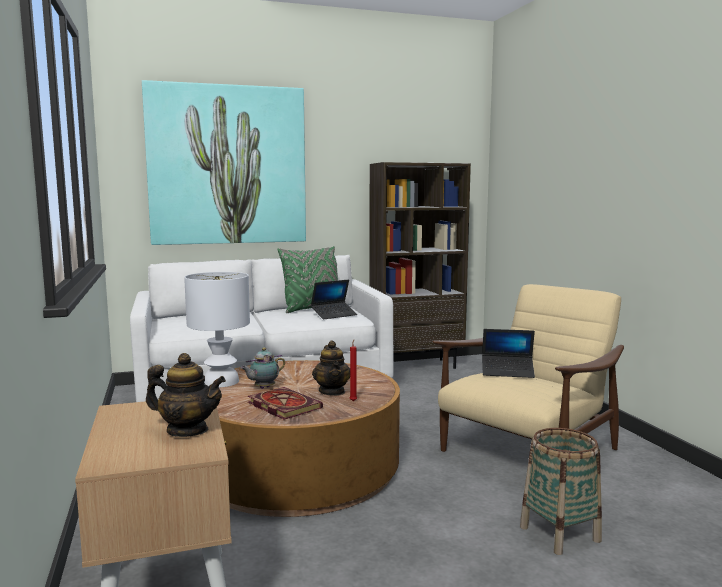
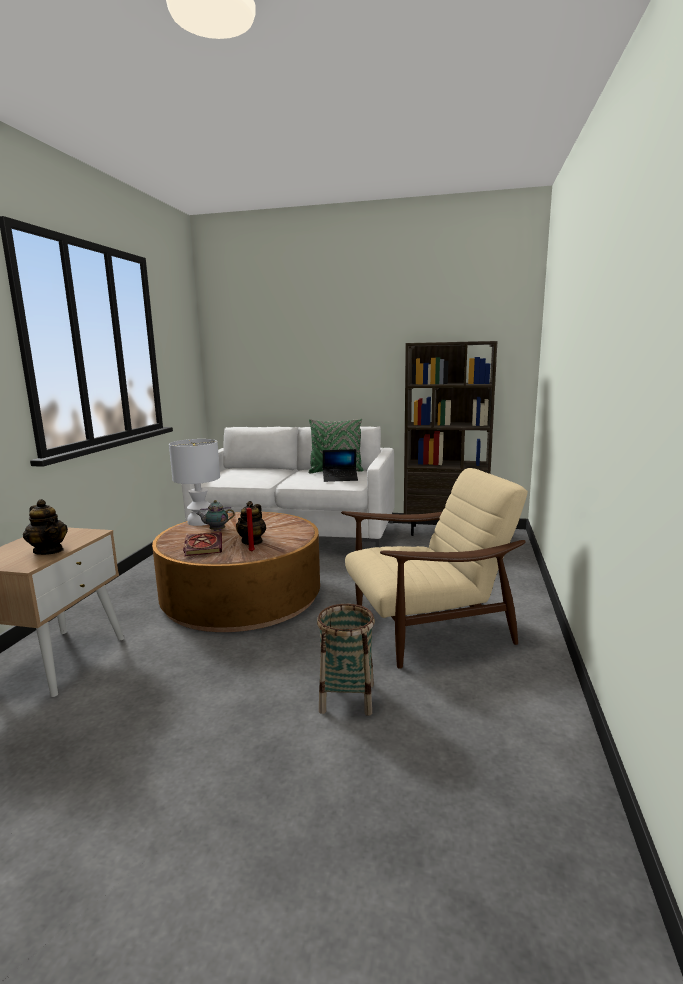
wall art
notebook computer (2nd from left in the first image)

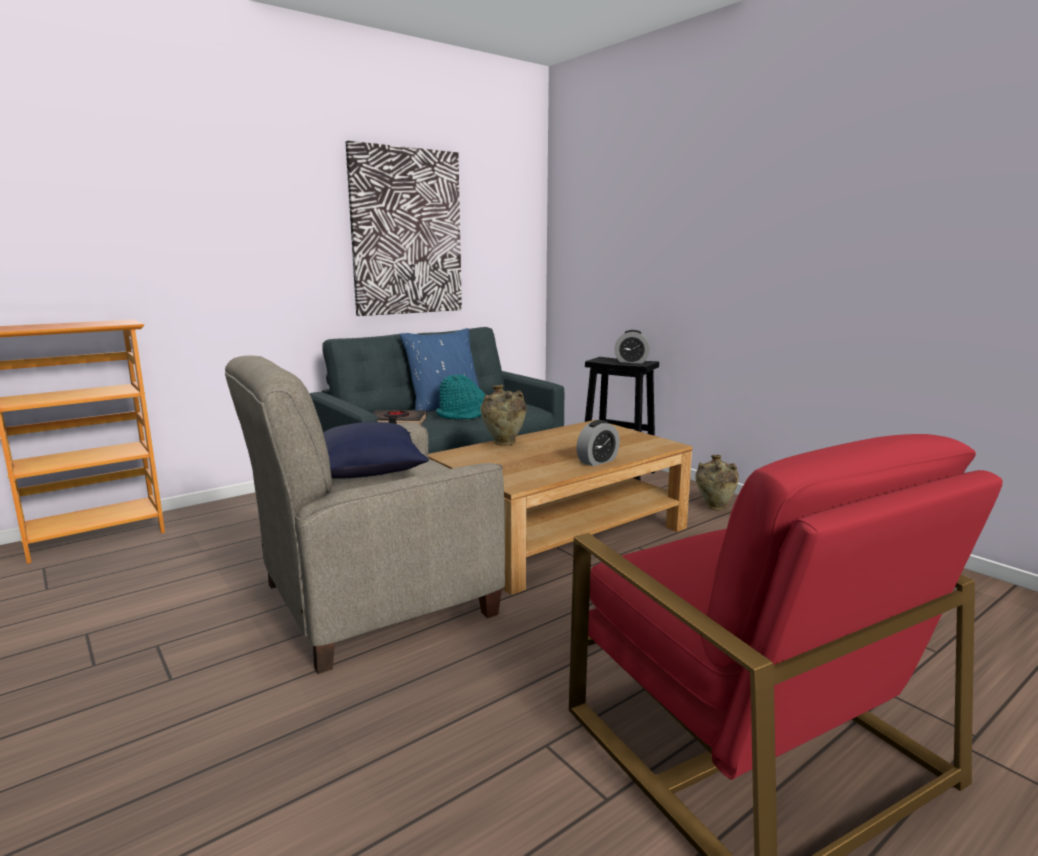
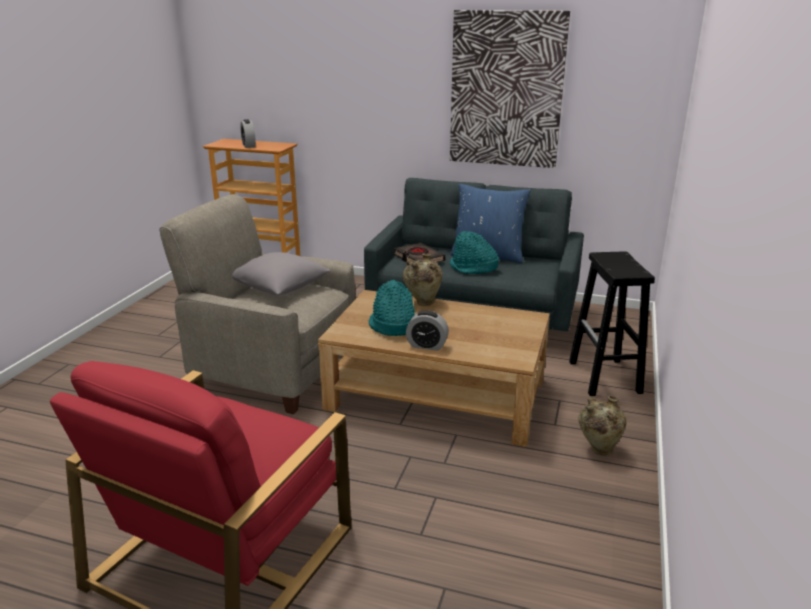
hat in turquoise (1st from left)
bedside clock (1st from left)
cushion in greyish

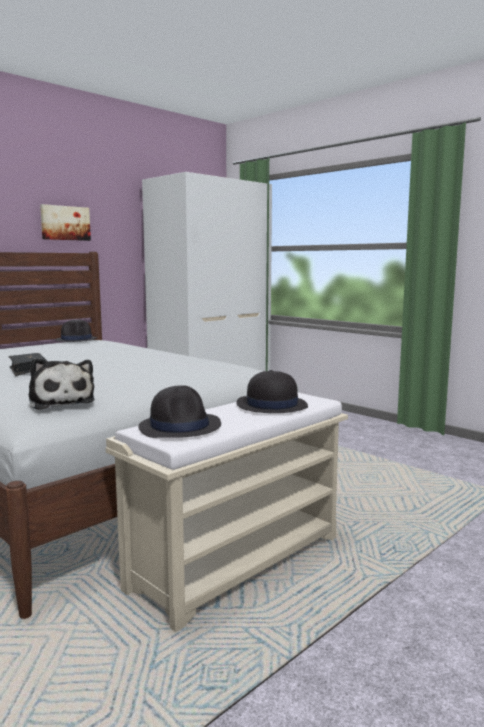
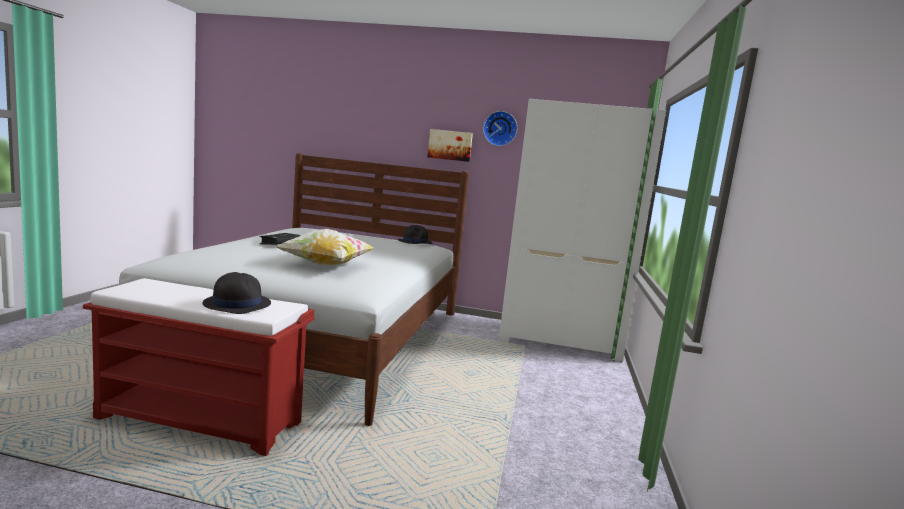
soft toy
hat in black (2nd from left in the first image)
cushion
hanging clock
indoor bench in reddish

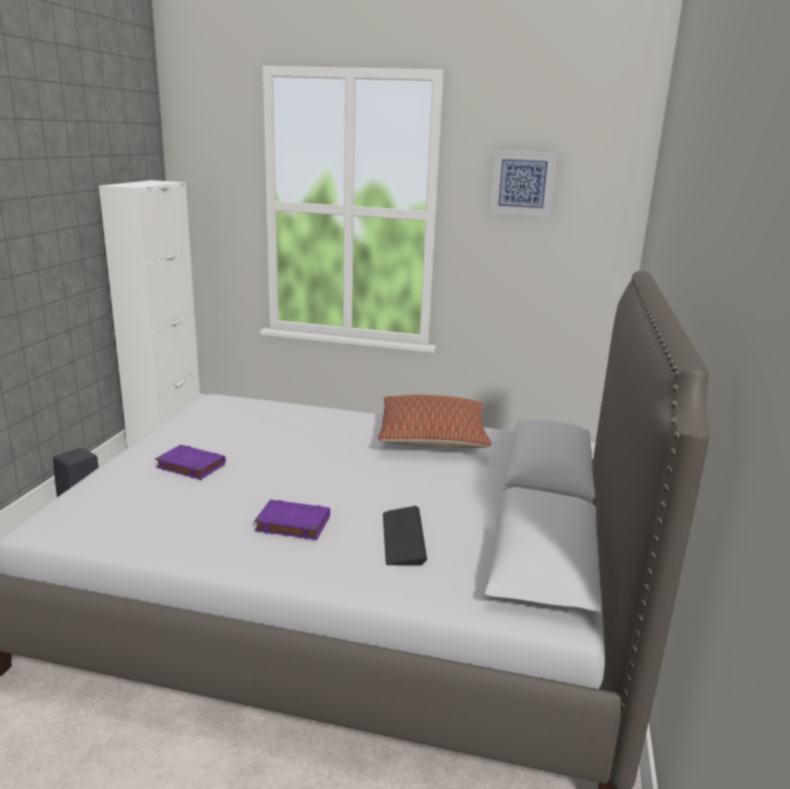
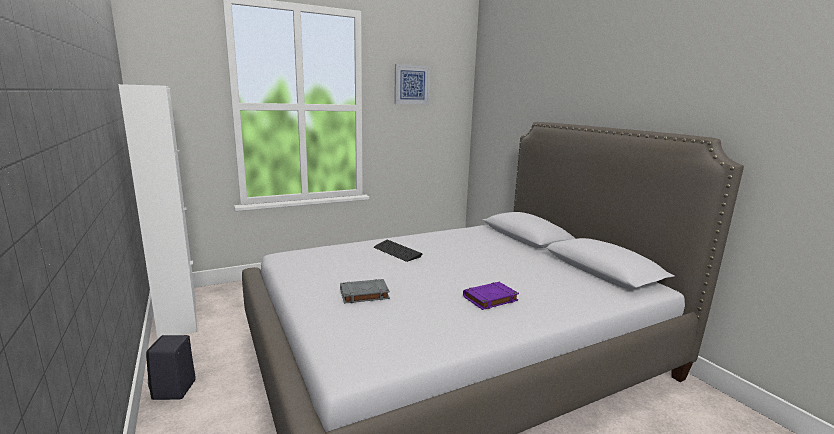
cushion
PC keyboard
book in greyish

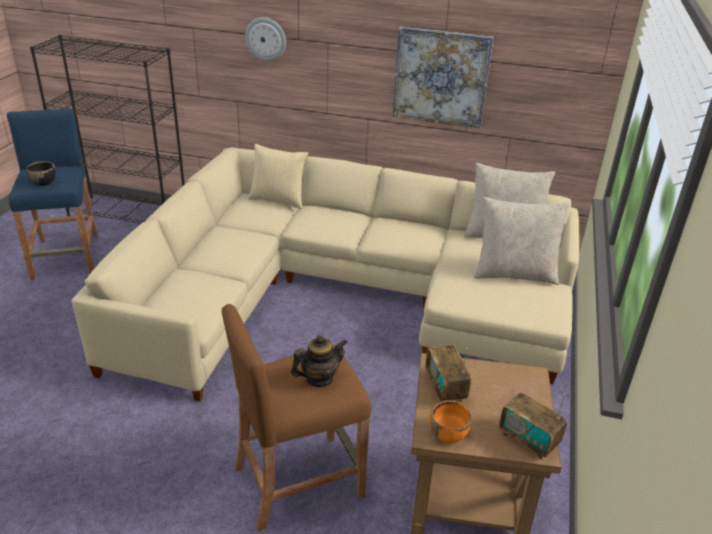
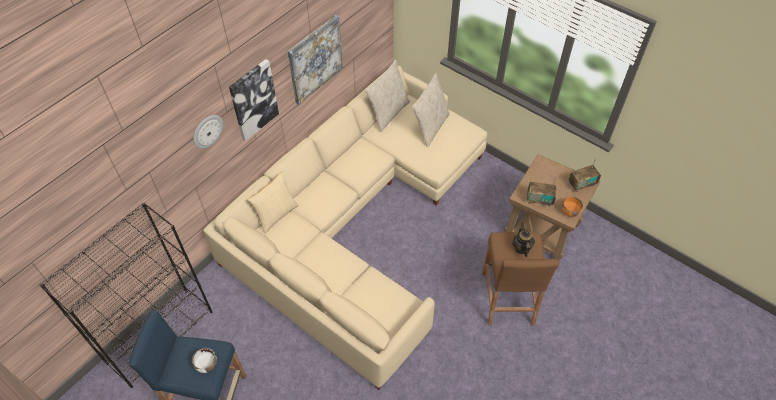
wall art (1st from left)
deep dish in white-coloured

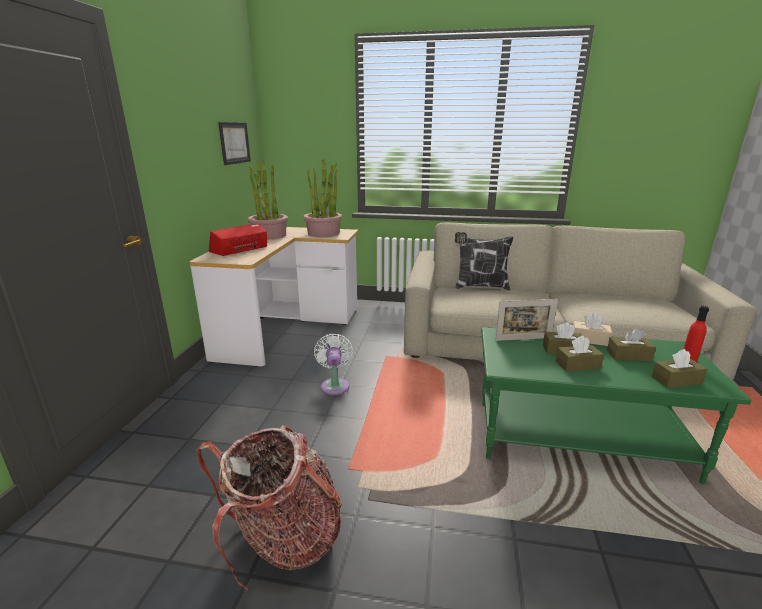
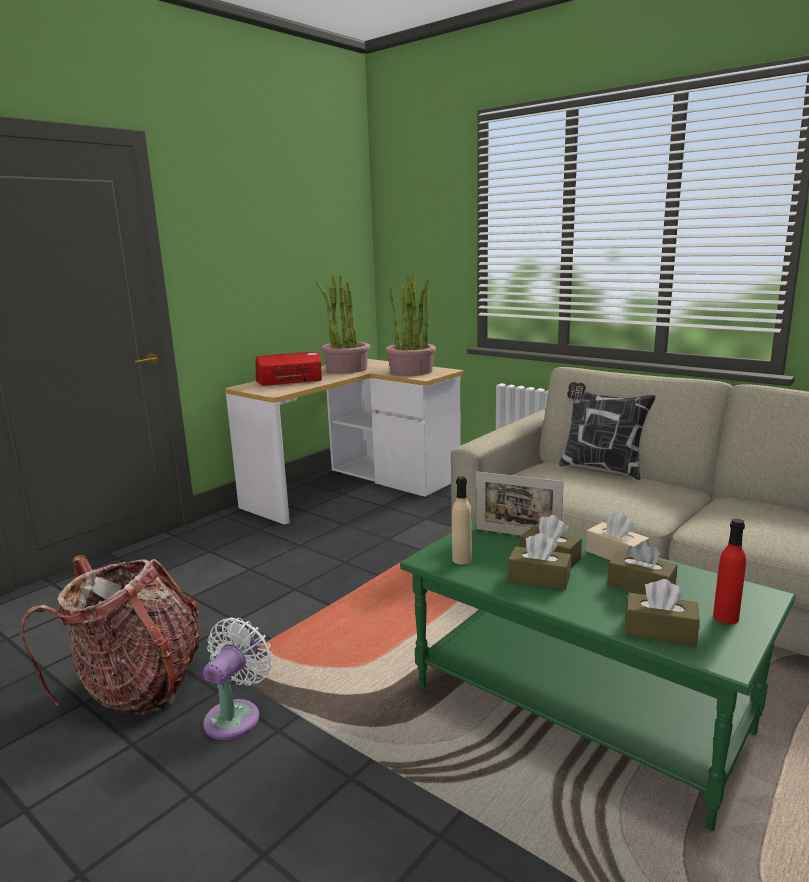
wall art
beverage bottle in beige-coloured
cooling fan in white-coloured

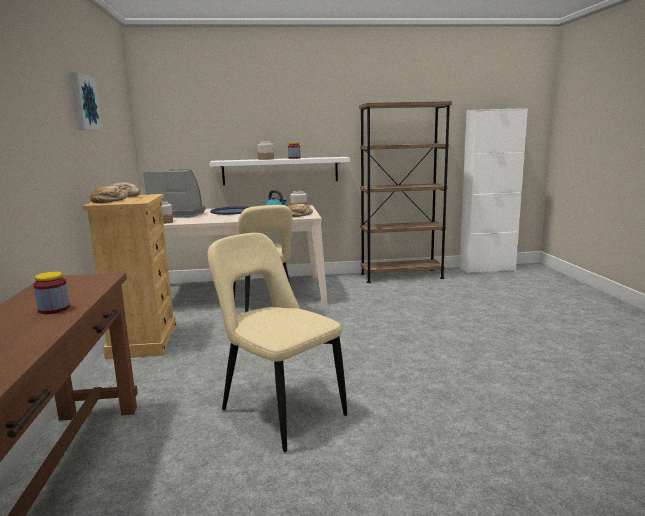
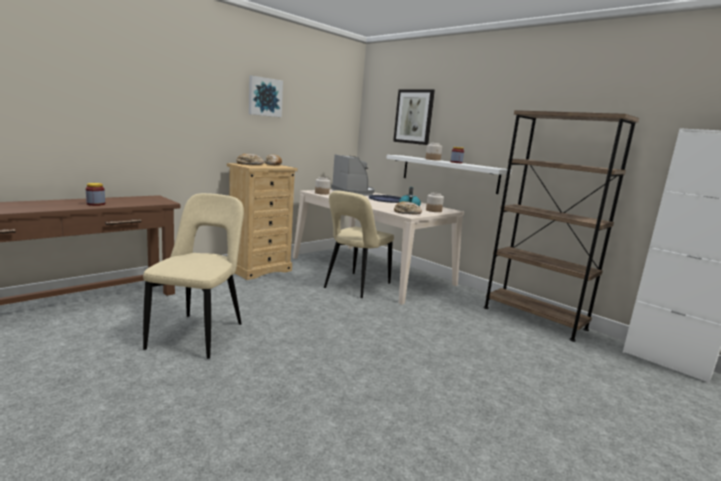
wall art (2nd from left)

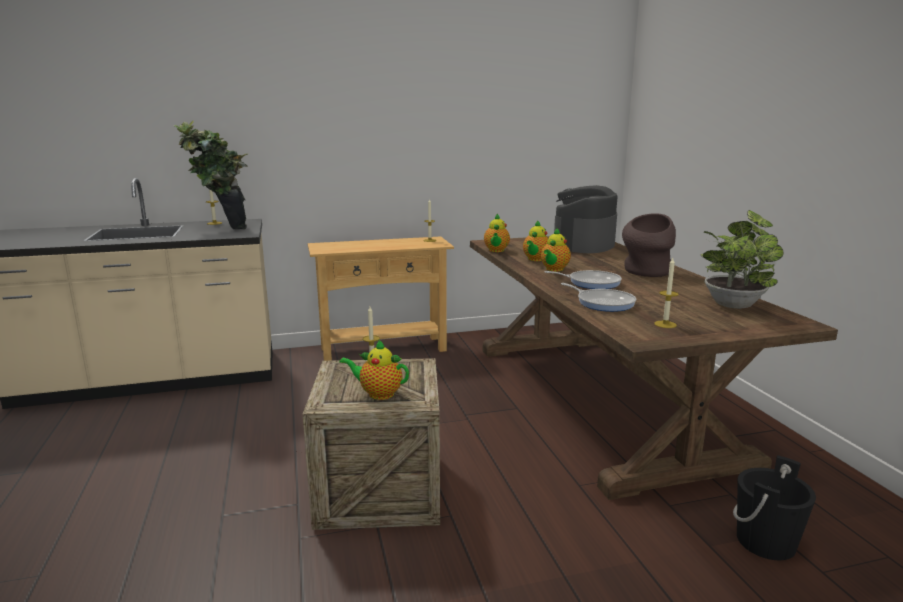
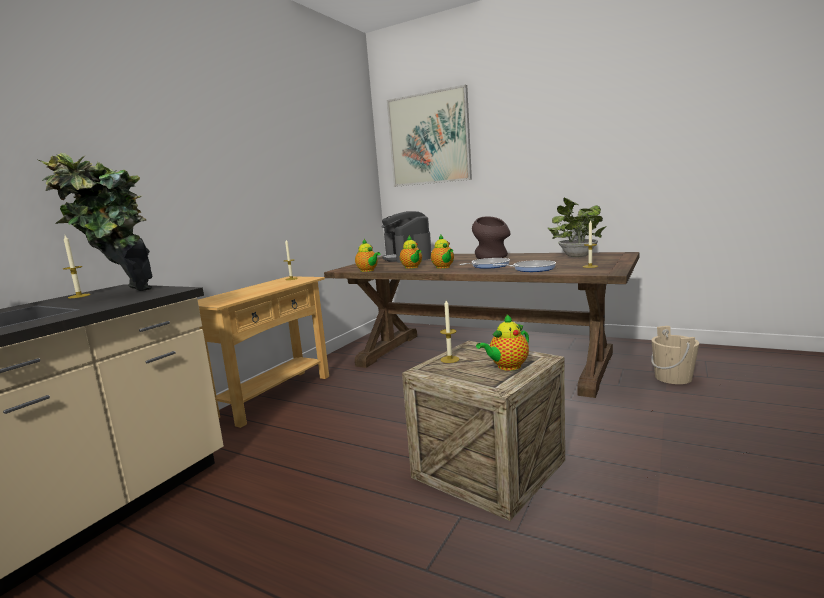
wall art
water bucket in beige-coloured

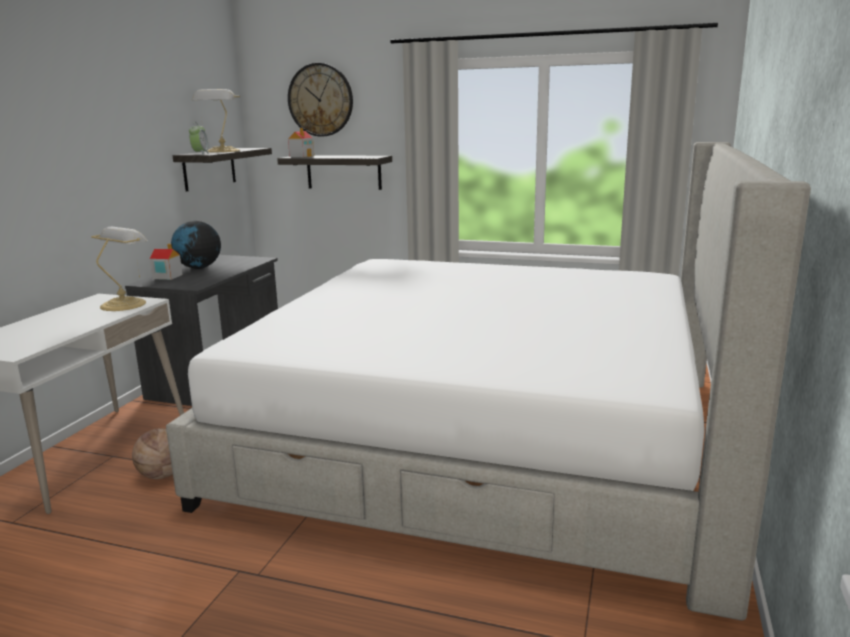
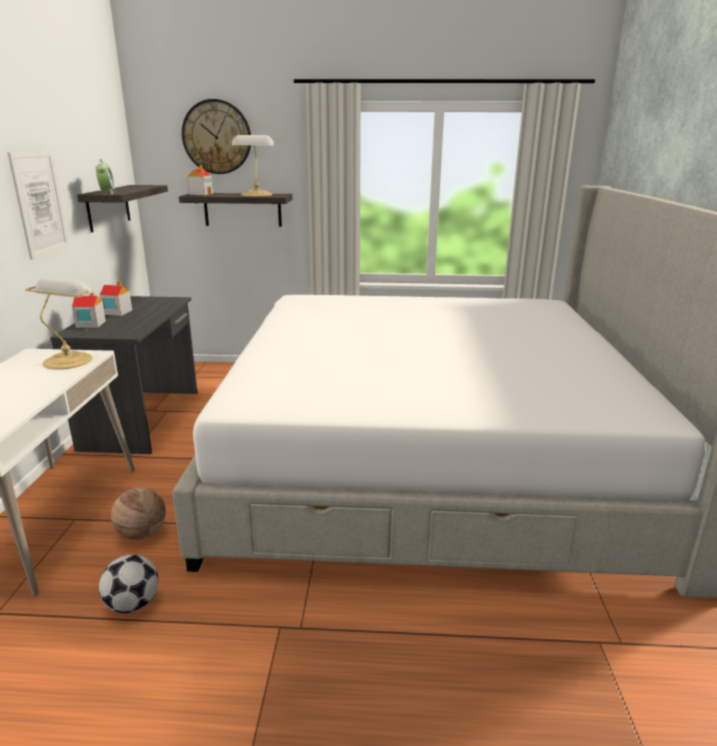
wall art
football
tabletop lamp (2nd from left)
toy house (2nd from left)

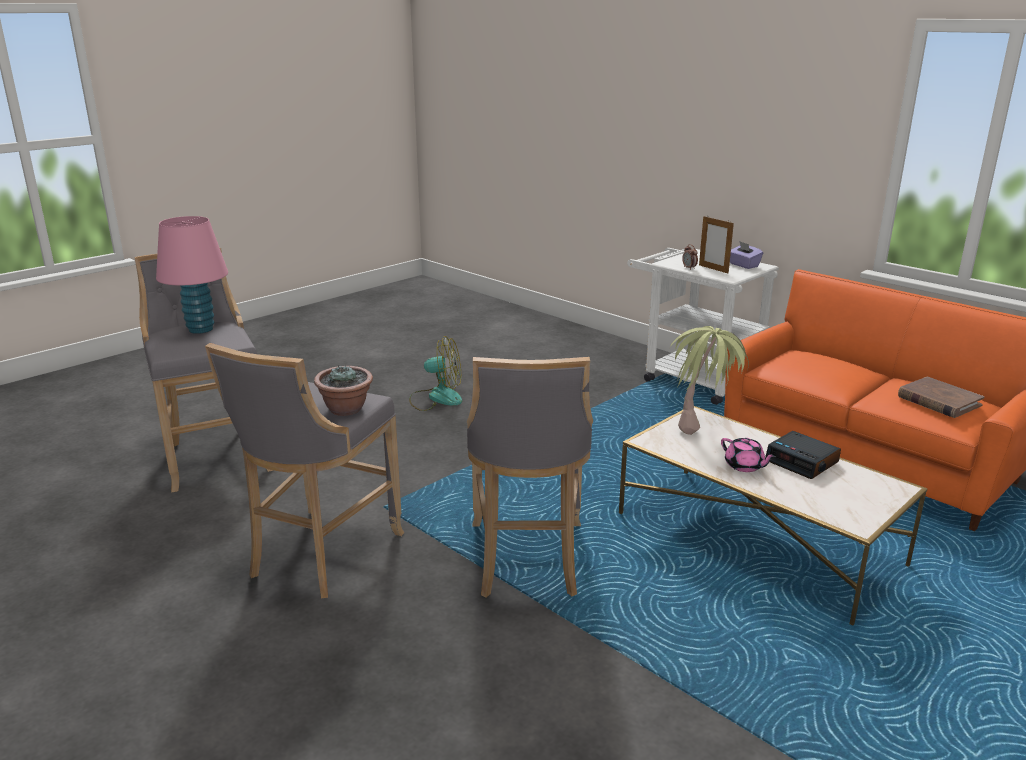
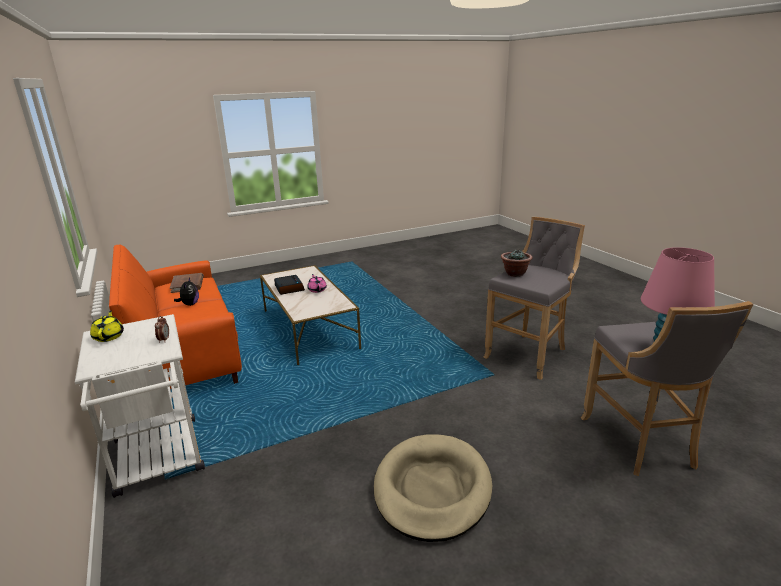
stool seat in greyish (3rd from left in the first image)
potted plant (2nd from left in the first image)
picture frame
soft toy
dog cushion in beige-coloured
teapot in yellowish

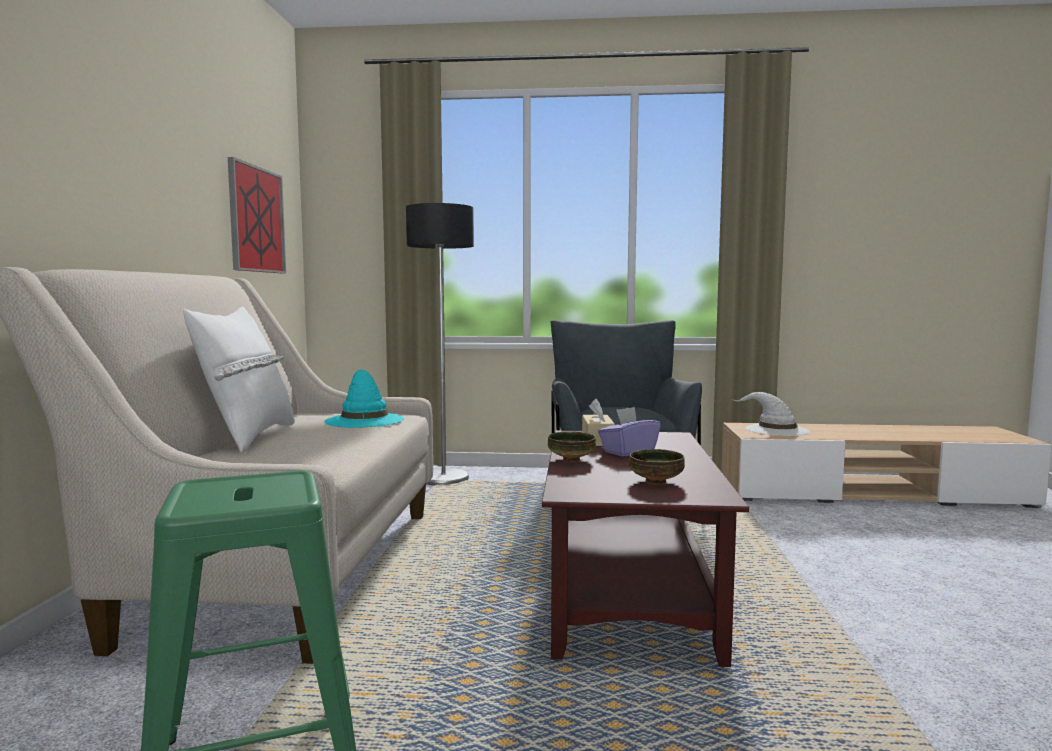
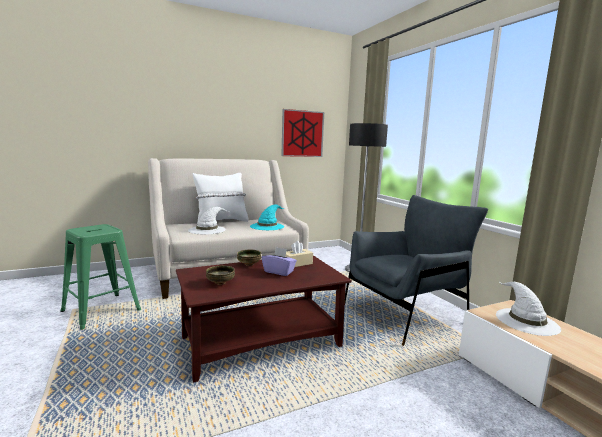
hat in white-coloured (1st from left)

